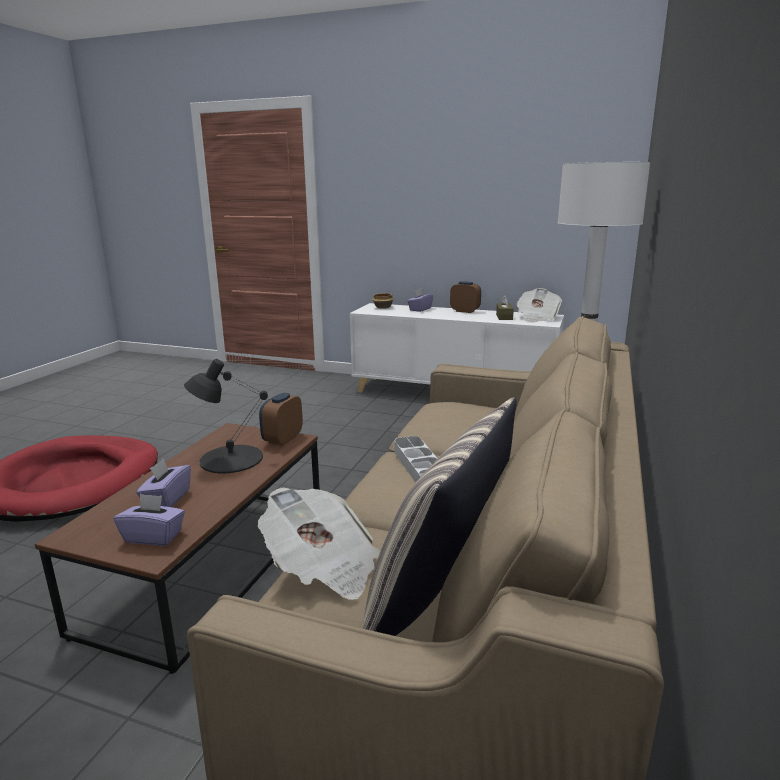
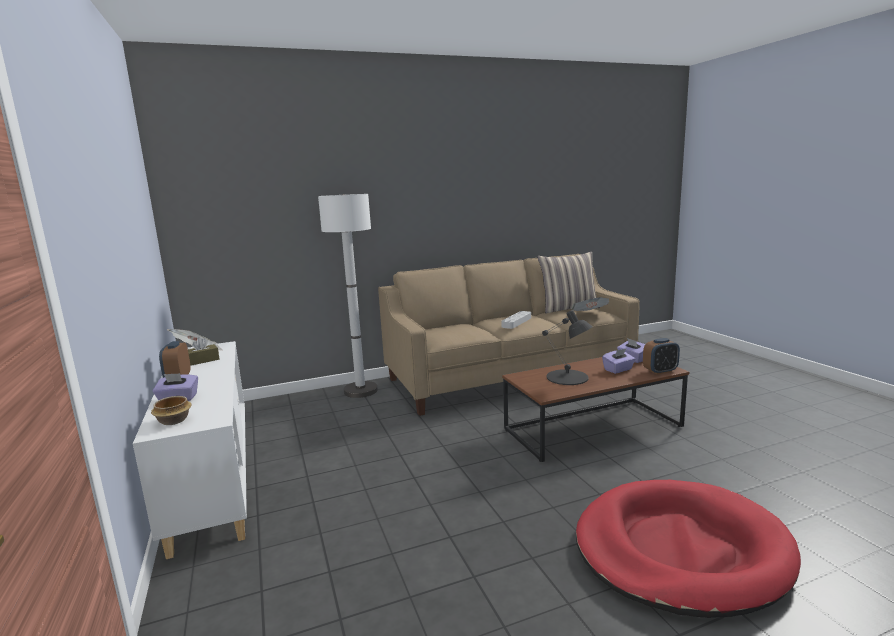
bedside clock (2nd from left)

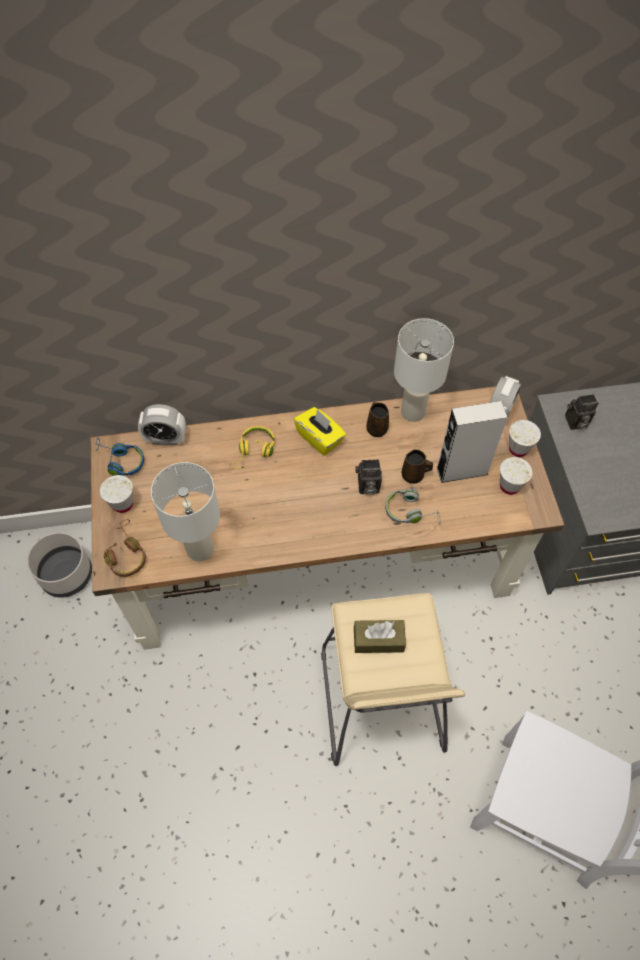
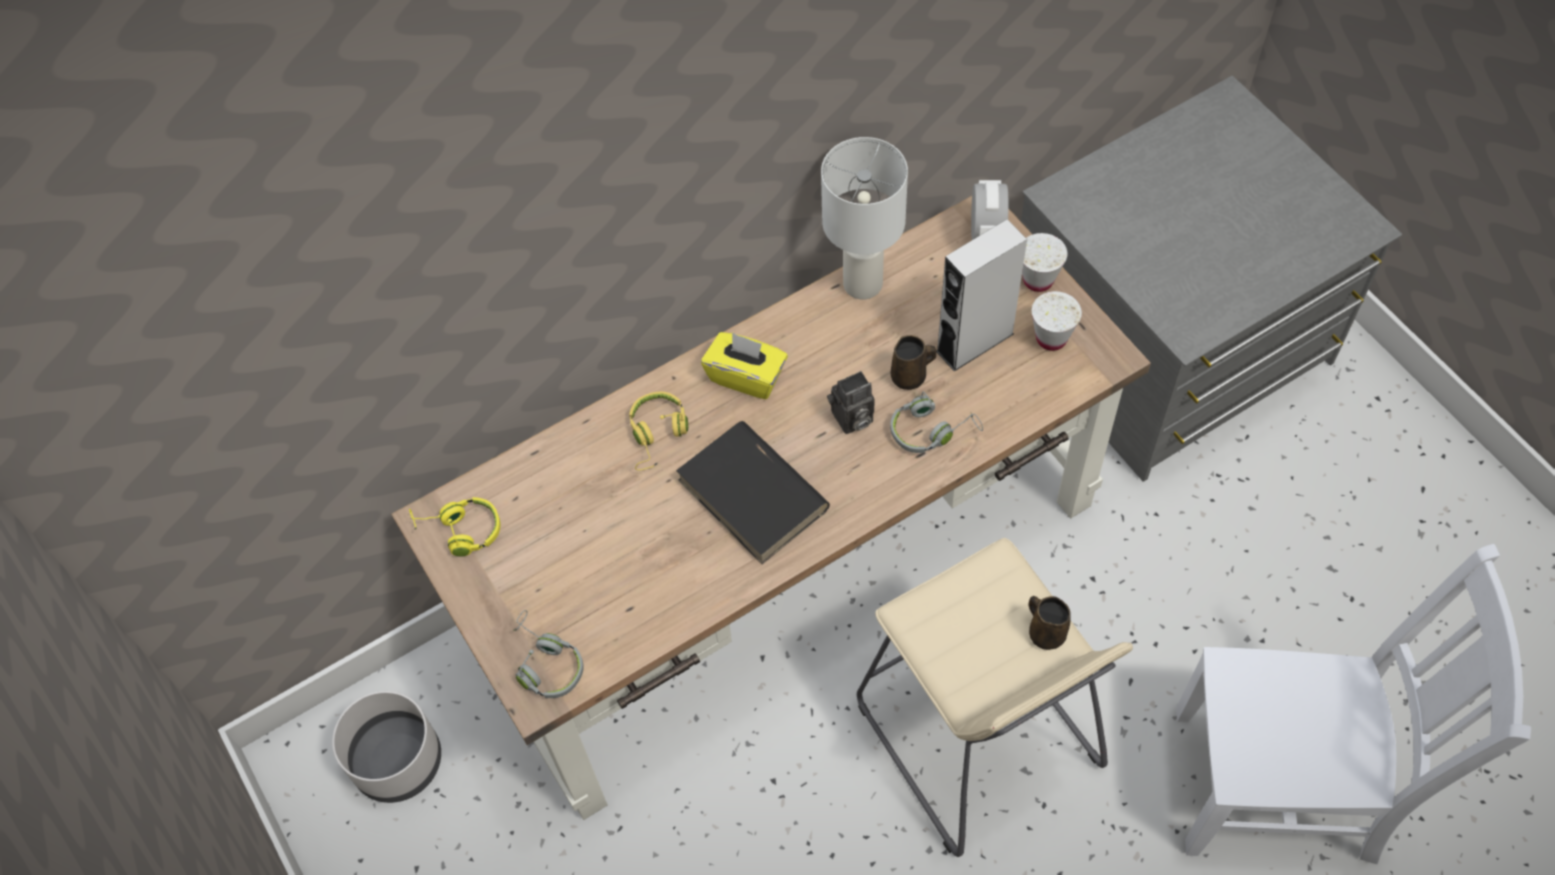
drinking cup in white-coloured (1st from left in the first image)
bedside clock (1st from left in the first image)
tabletop lamp in white-coloured (1st from left in the first image)
tissue box in brownish
still camera (2nd from left in the first image)
book in black
mug in brownish (2nd from left)
pair of headphones in yellowish (1st from left)
pair of headphones in greyish (1st from left)

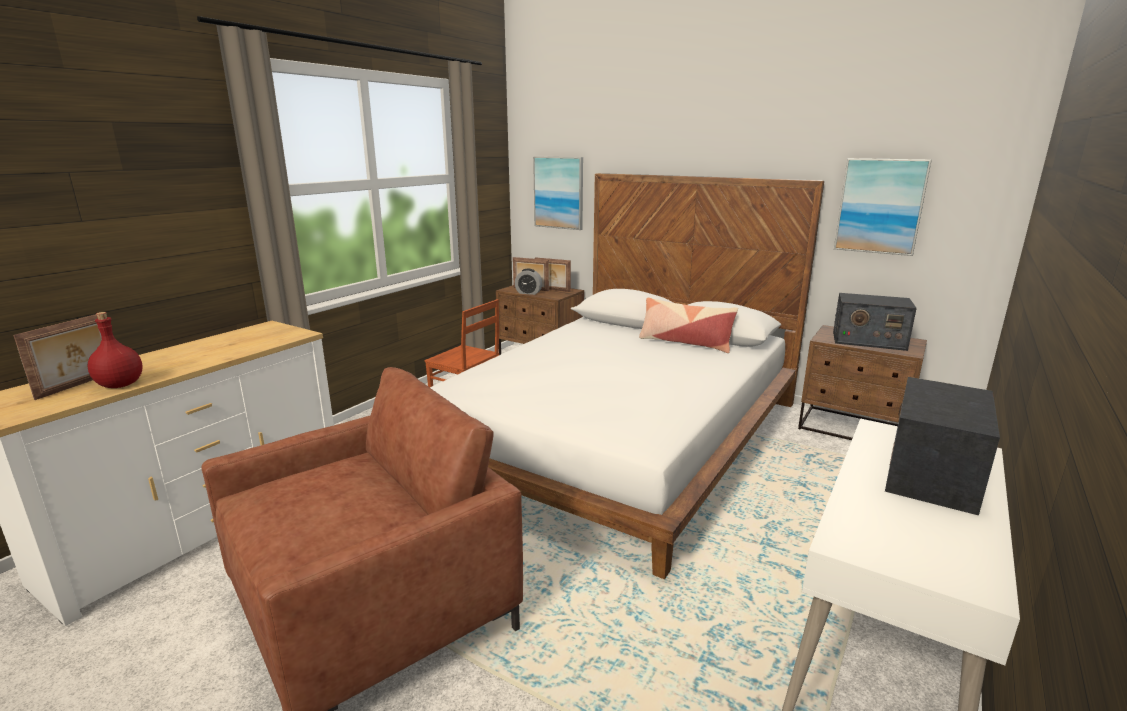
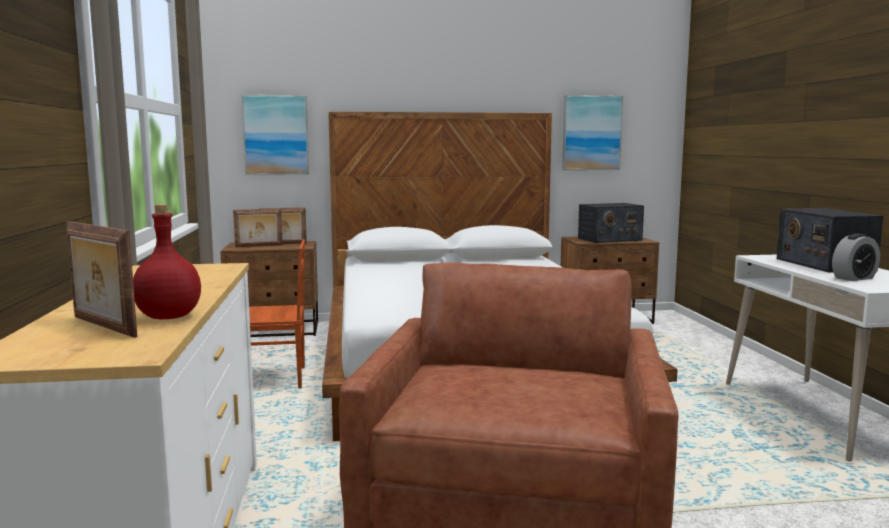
cushion
bedside clock
picture frame (1st from left)

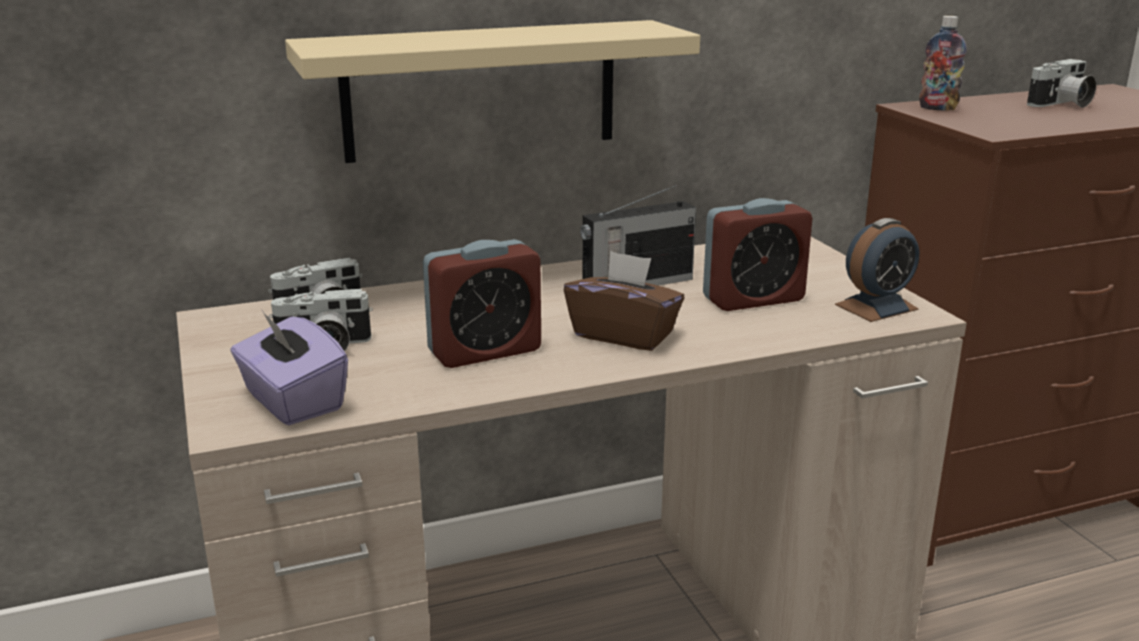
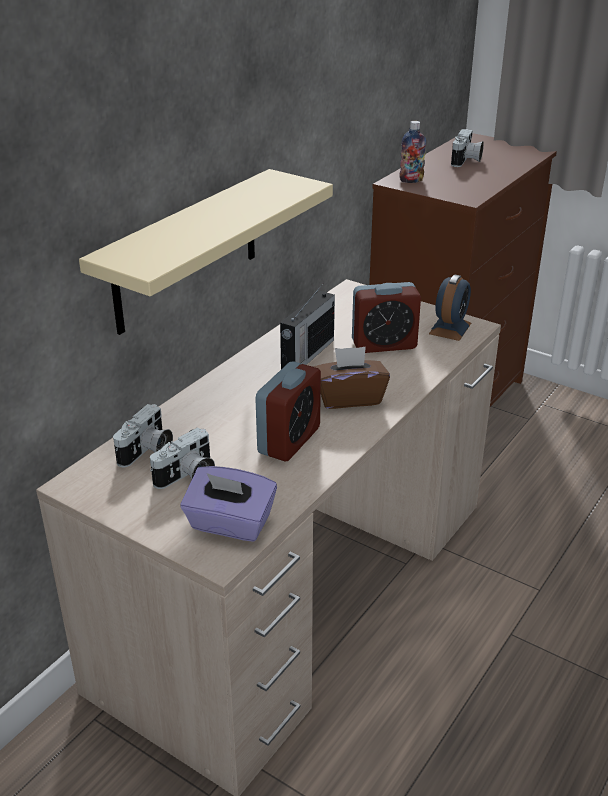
bedside clock (2nd from left)

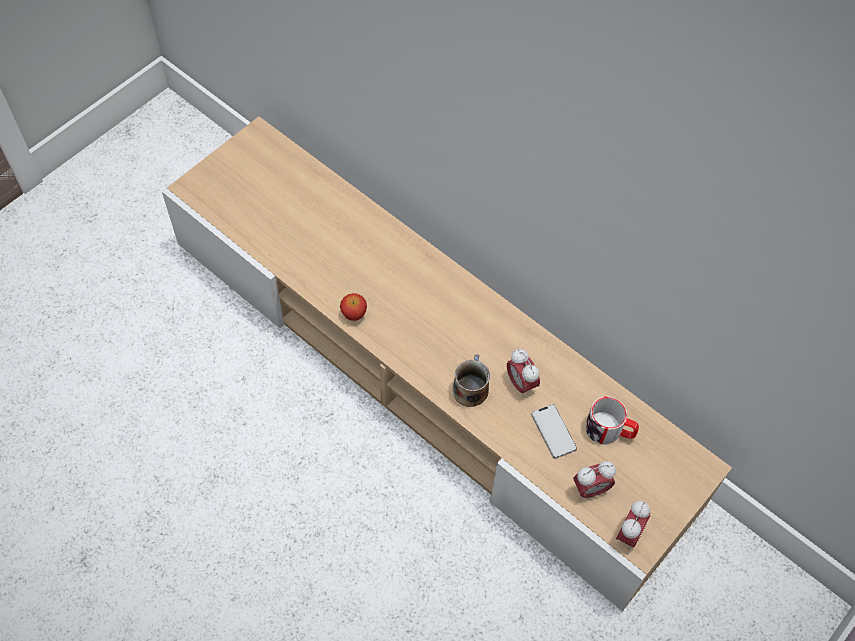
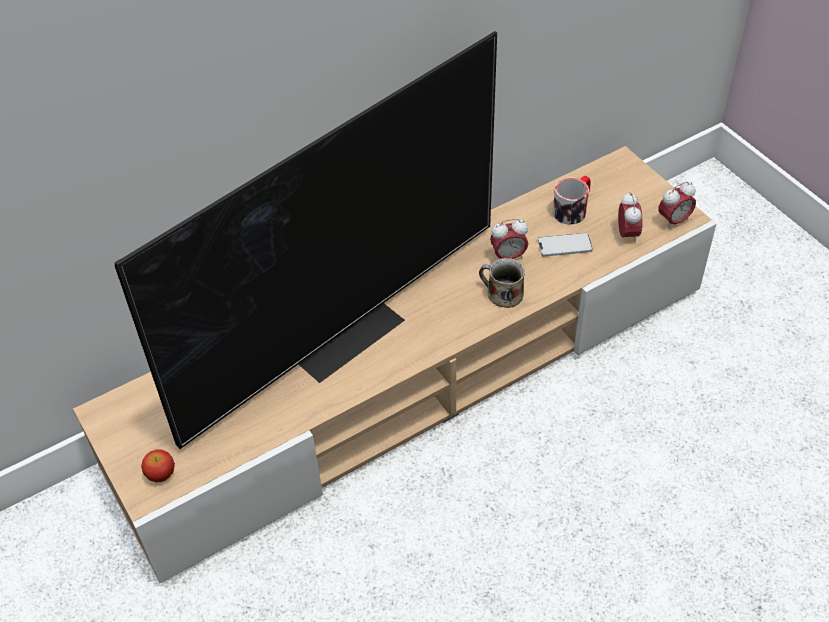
television
apple
bedside clock (3rd from left)

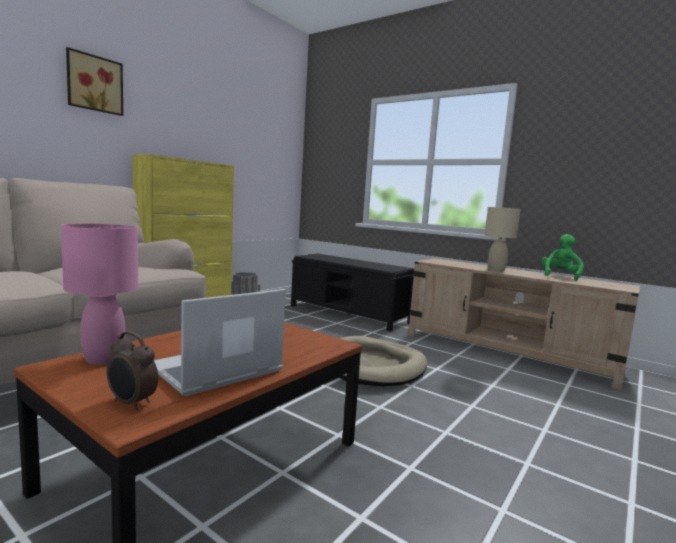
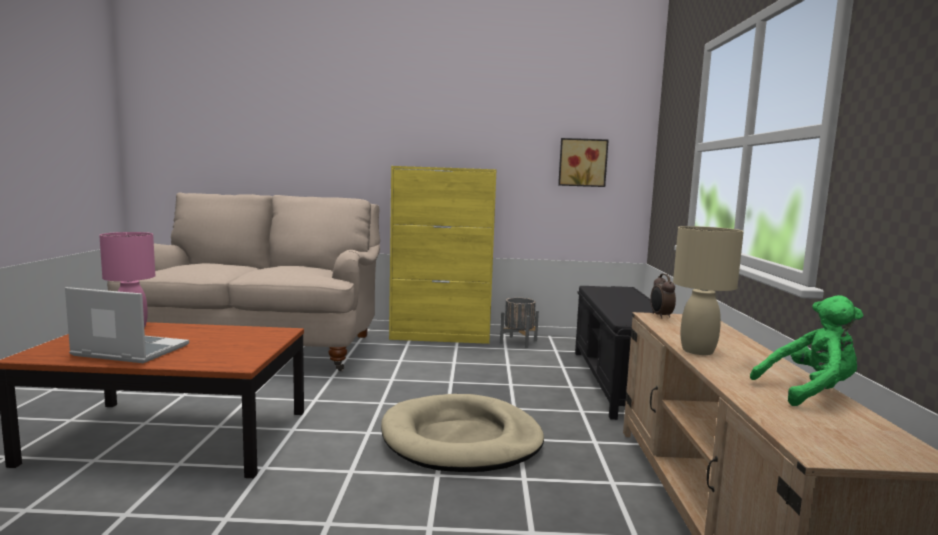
wall art
bedside clock

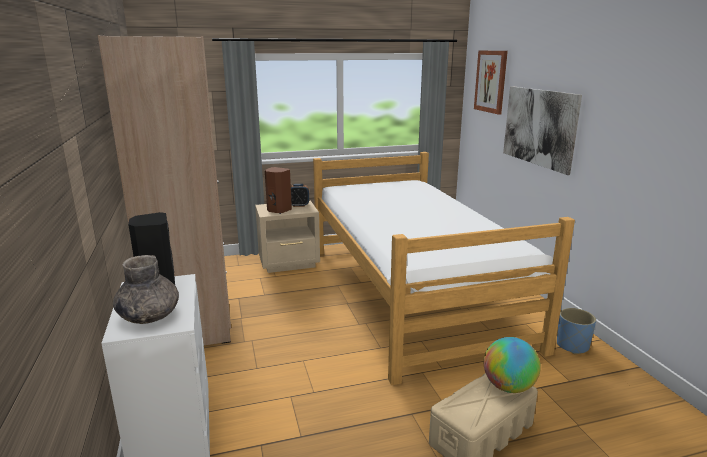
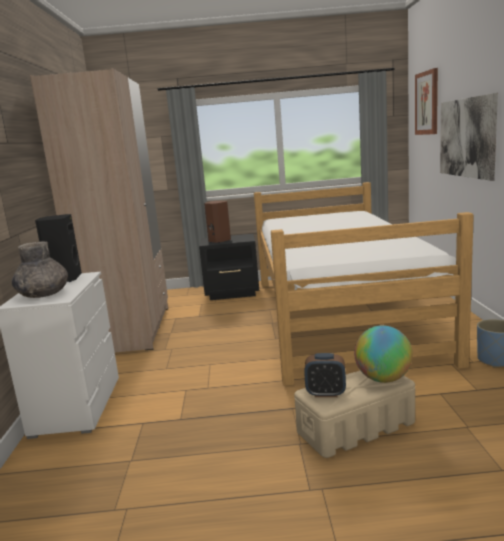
bedside clock
nightstand in black

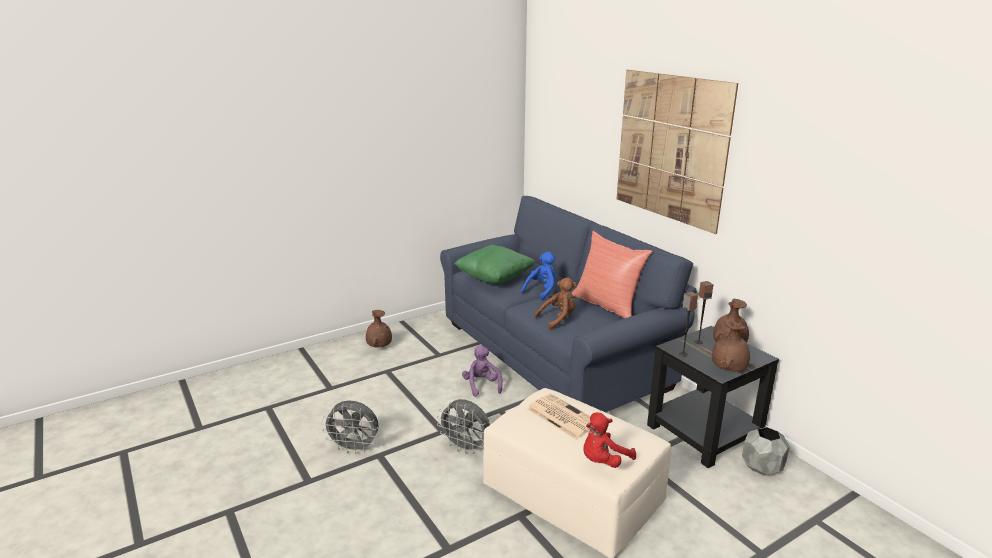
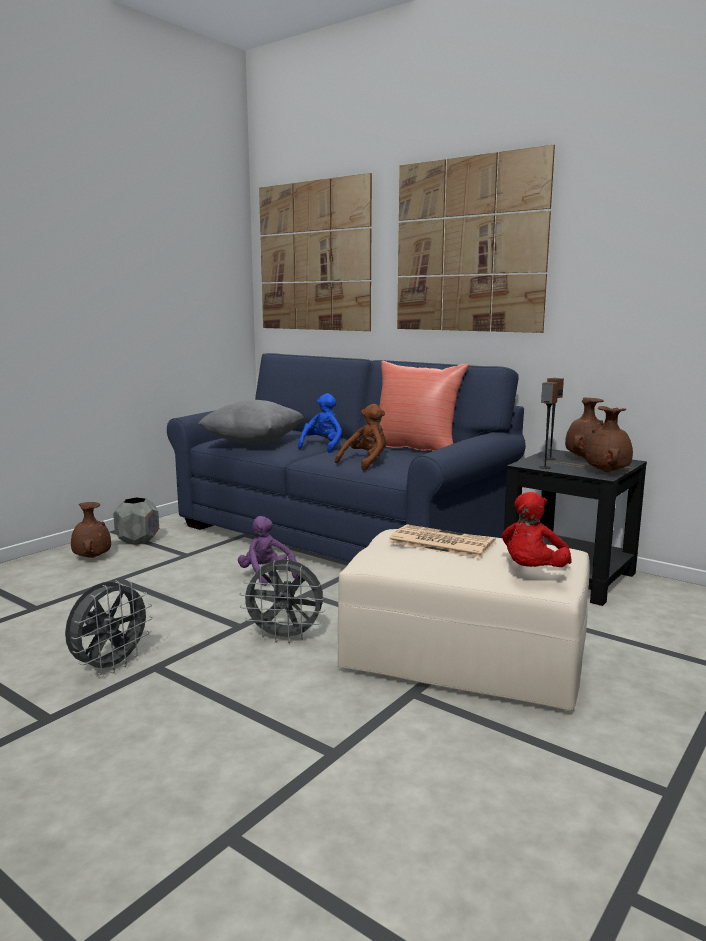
wall art (1st from left)
plant pot in greyish
cushion in greyish
cooling fan in greyish (1st from left)

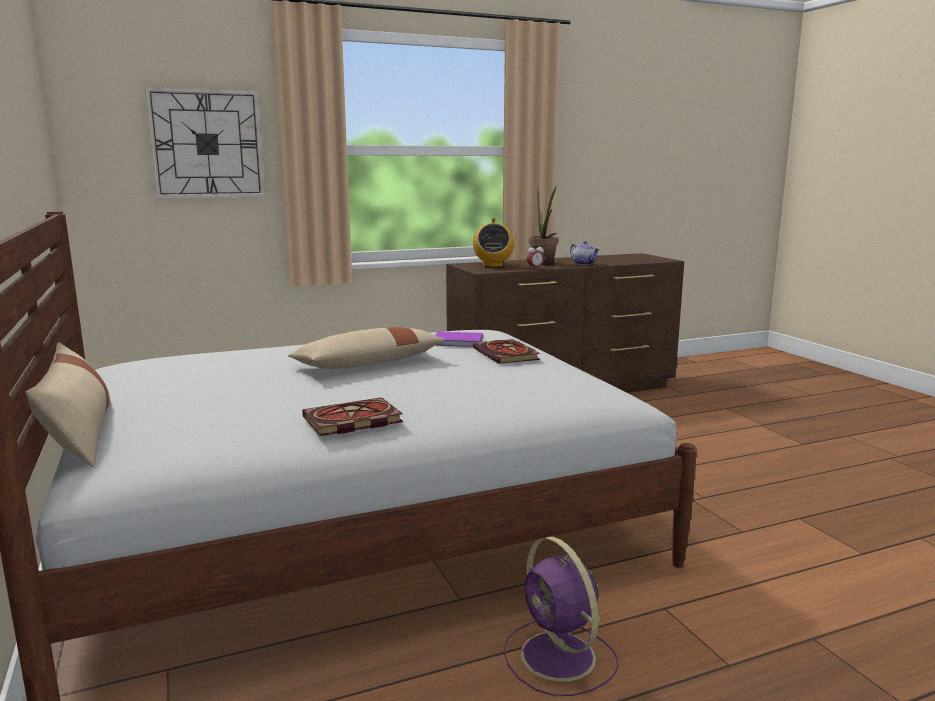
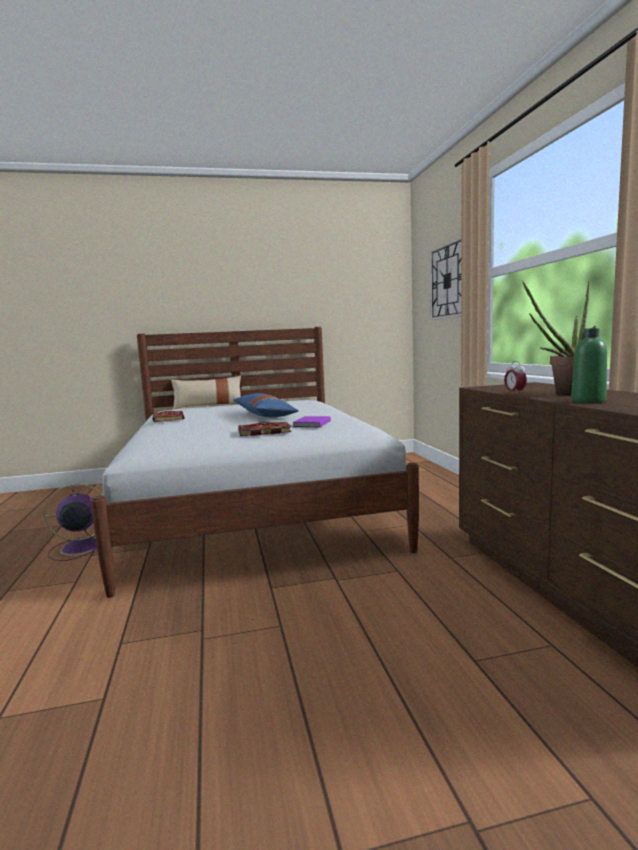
radio
beverage bottle in greenish
cushion in blue

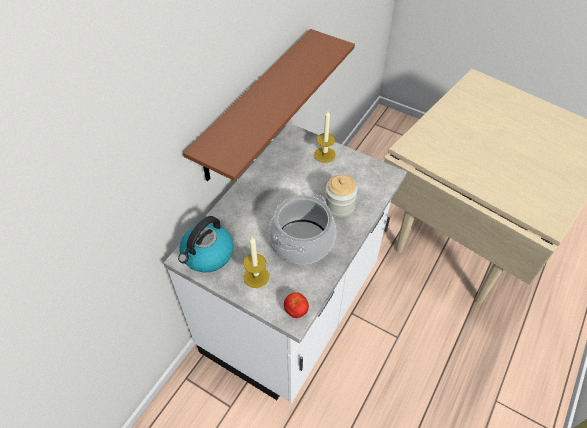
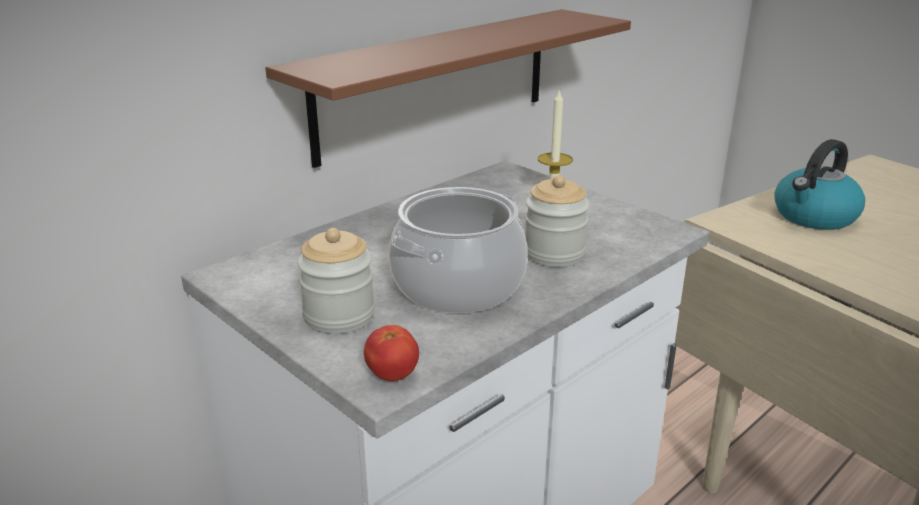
kettle
storage jar (1st from left)

